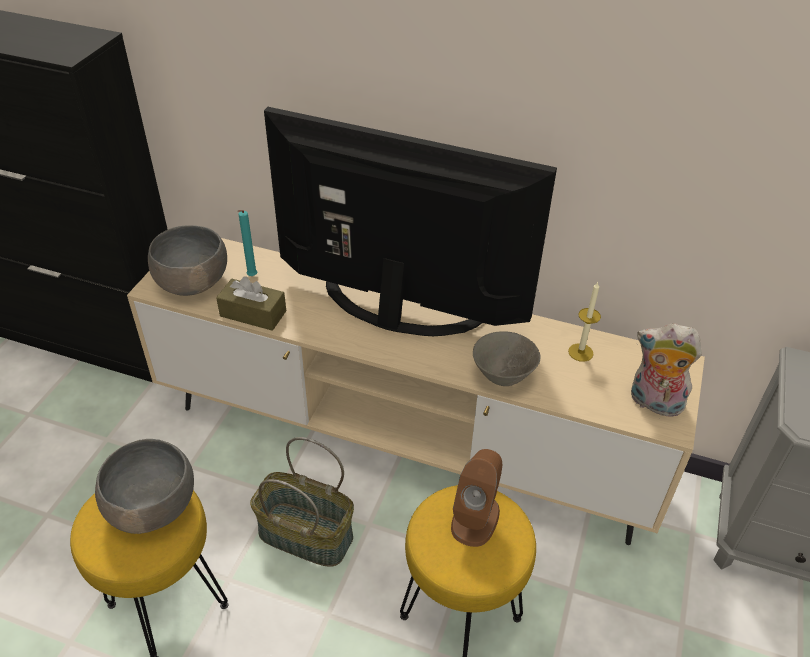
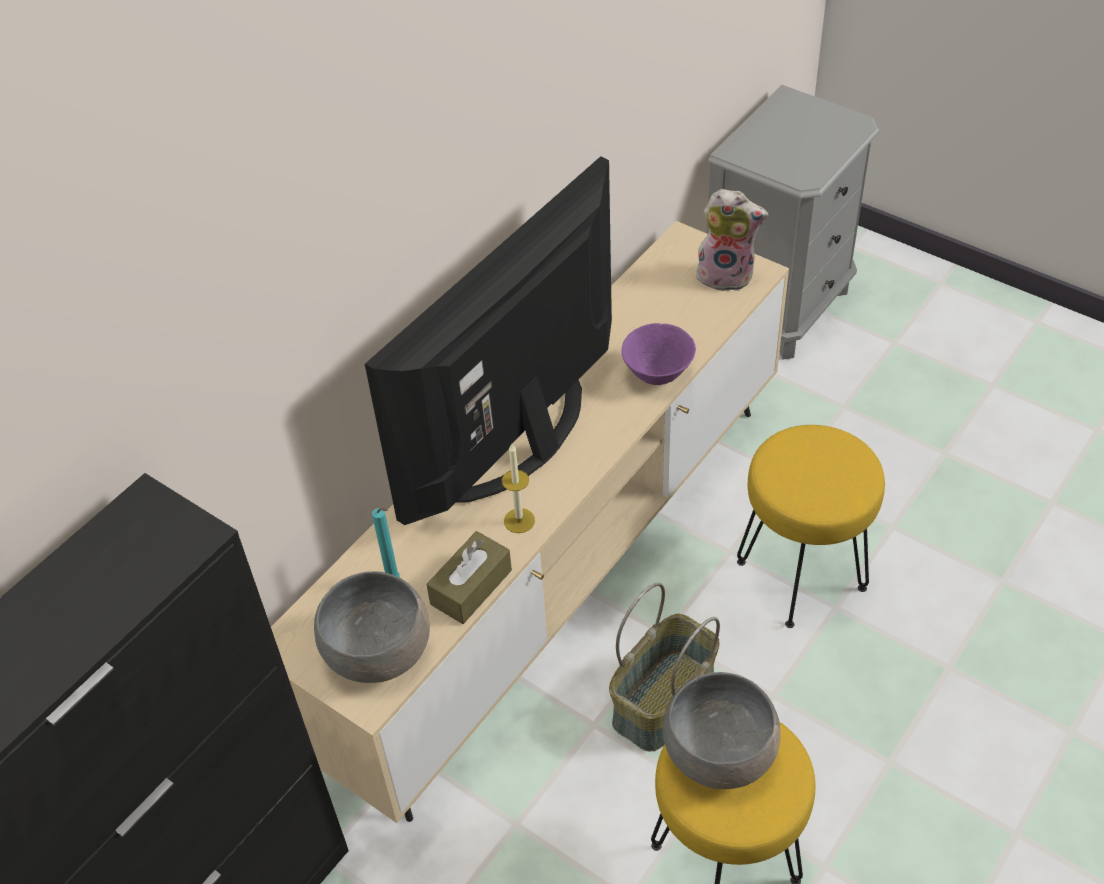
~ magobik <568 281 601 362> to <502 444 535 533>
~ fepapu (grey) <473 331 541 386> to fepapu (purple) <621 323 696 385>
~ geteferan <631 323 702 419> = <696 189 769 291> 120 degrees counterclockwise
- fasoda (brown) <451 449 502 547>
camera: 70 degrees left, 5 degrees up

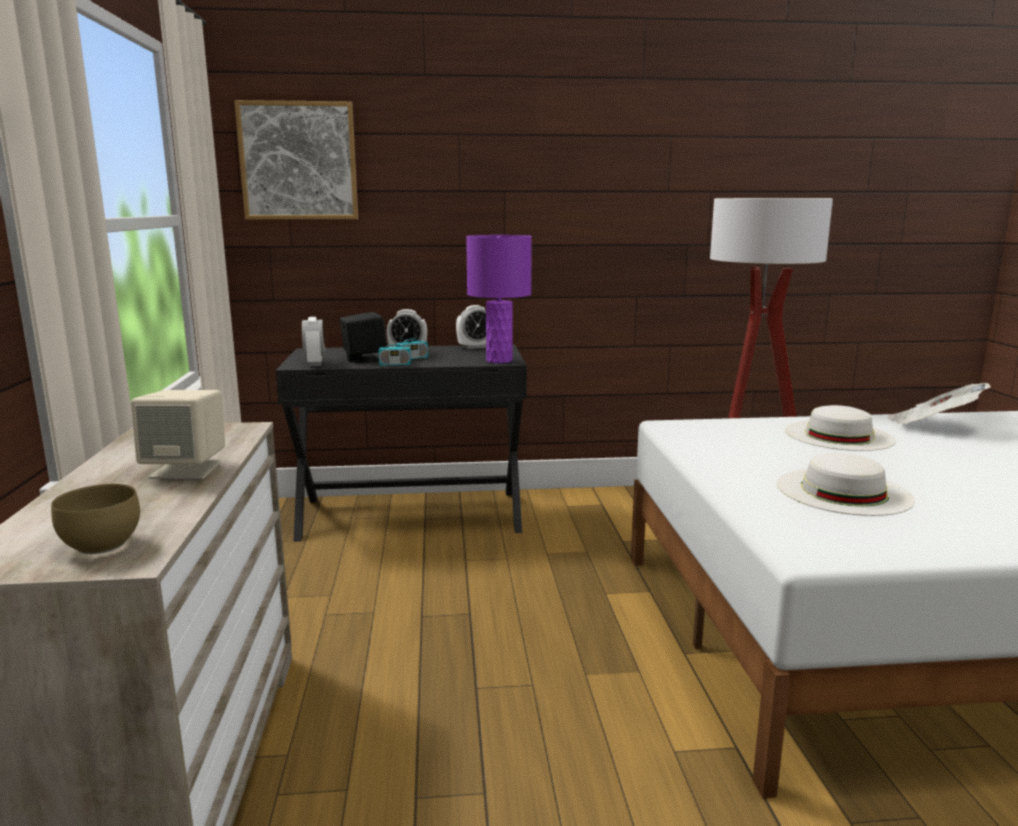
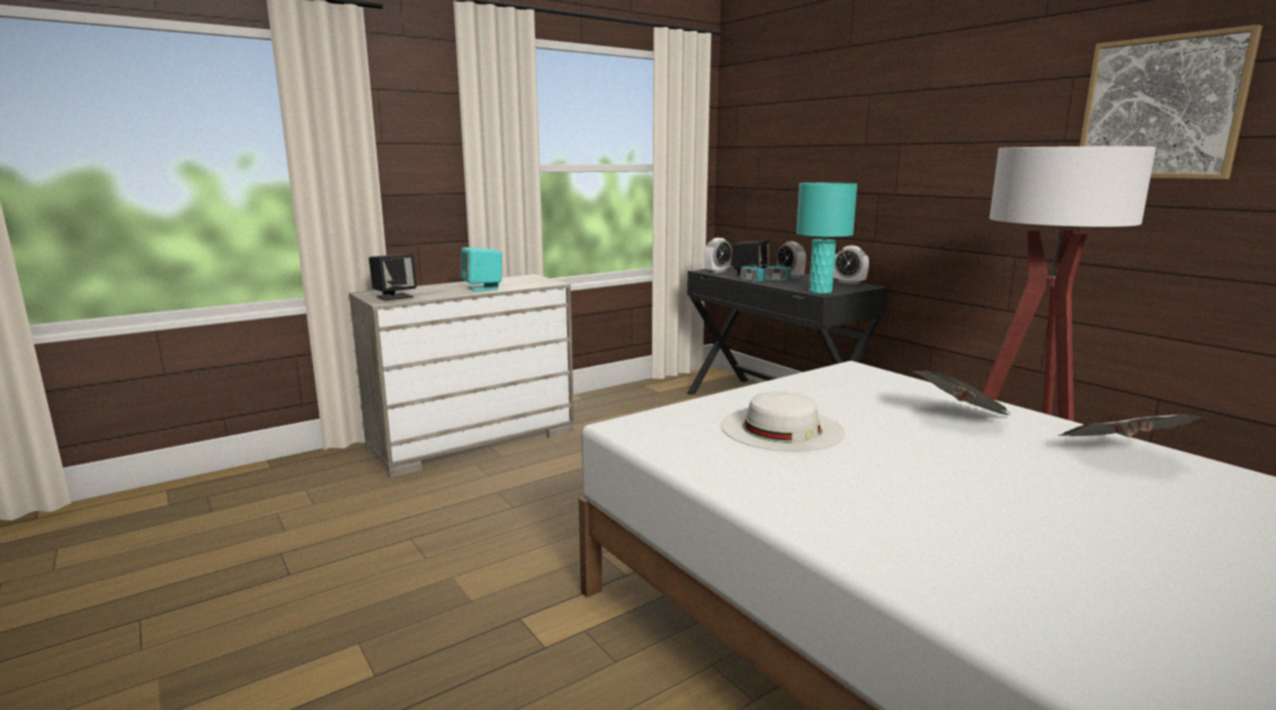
~ fepapu (brown) <51 484 140 554> to fasoda (black) <369 254 417 301>
~ fasoda (beige) <131 390 225 479> to fasoda (turquoise) <460 247 502 292>
~ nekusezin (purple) <466 235 532 363> to nekusezin (turquoise) <796 183 857 294>
~ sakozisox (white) <785 405 896 451> to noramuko <912 371 1010 415>
~ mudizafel <234 100 358 219> to <1080 25 1262 179>
camera: 60 degrees right, 0 degrees up

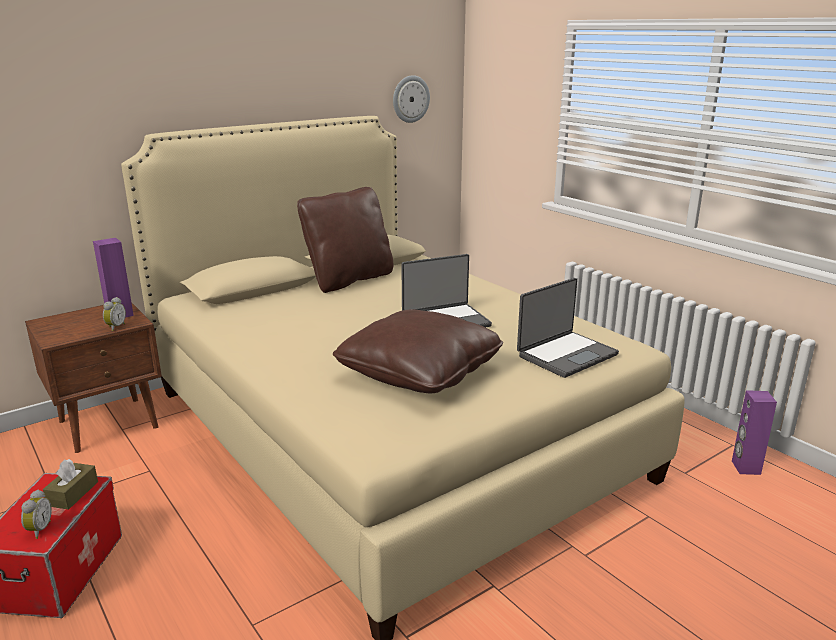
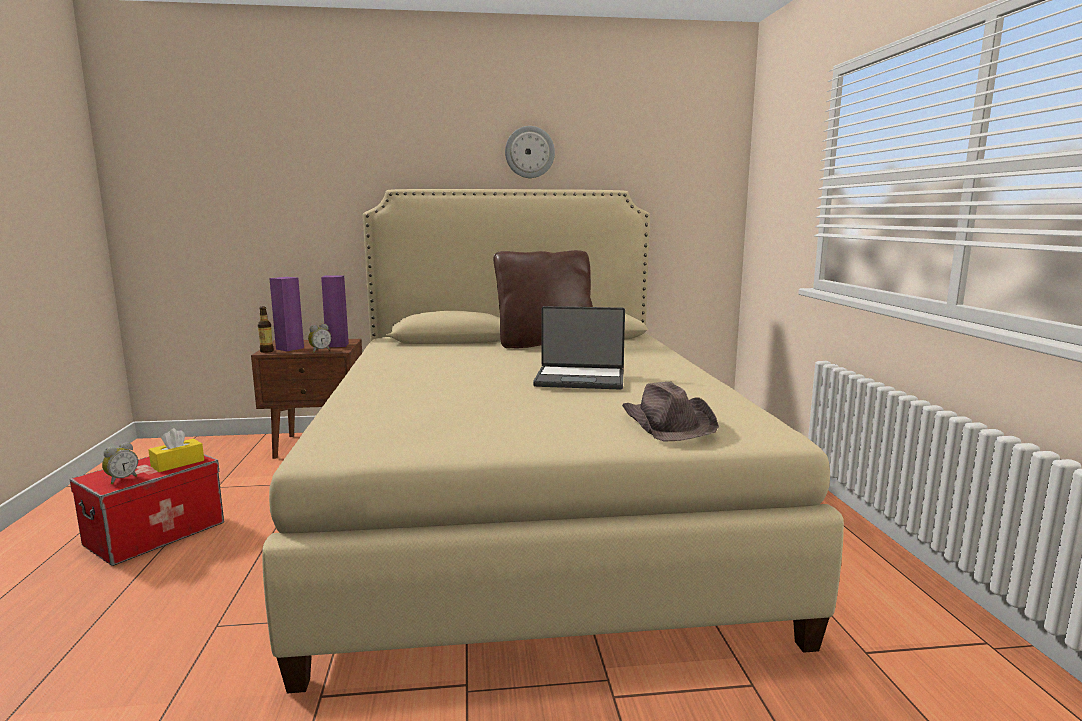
~ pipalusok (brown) <43 459 98 510> to pipalusok (yellow) <148 428 204 472>
+ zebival <258 306 274 353>
~ fasoda (purple) <732 390 777 475> to <269 277 304 351>
~ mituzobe <393 75 430 123> to <505 126 555 178>
~ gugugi <517 278 619 378> to sakozisox (brown) <622 382 719 442>
- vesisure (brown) <333 309 503 393>
camera: 30 degrees right, 10 degrees down

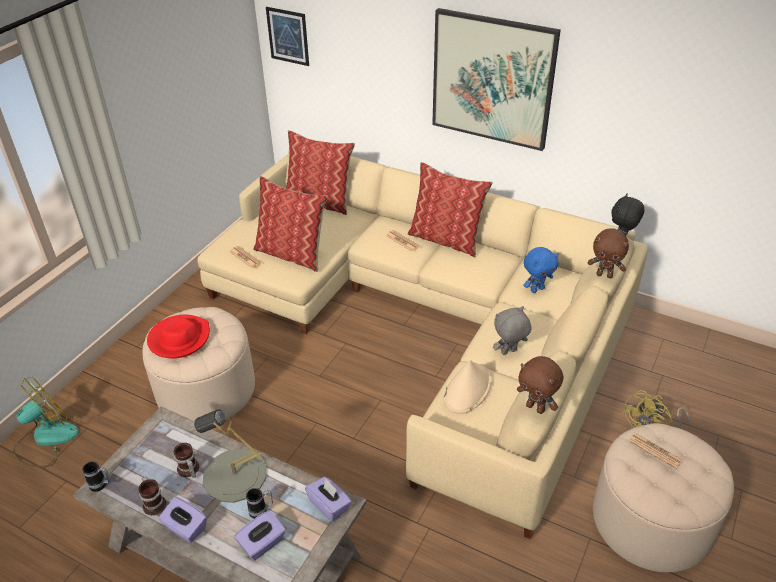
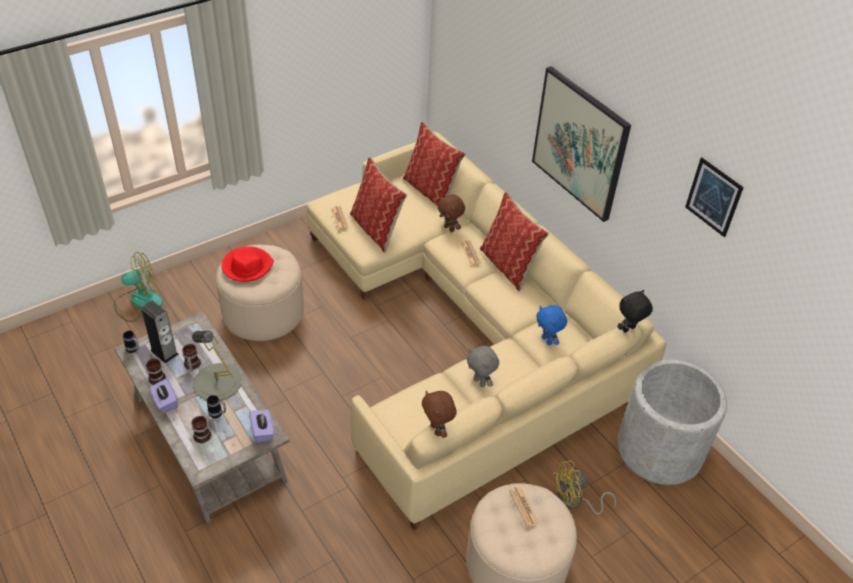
+ fasoda <141 301 179 363>
~ pipalusok (purple) <234 510 286 561> to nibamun <192 416 215 443>
~ geteferan (brown) <588 228 629 278> to <437 194 465 232>
~ geteferan (grey) <493 306 531 355> = <467 346 499 387> 135 degrees counterclockwise
~ geteferan (blue) <523 247 559 293> = <536 305 567 345> 60 degrees clockwise
+ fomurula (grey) <618 360 727 485>
~ mudizafel <266 7 309 66> to <685 157 744 237>
- sakozisox (beige) <444 360 491 414>
camera: 25 degrees right, 5 degrees up

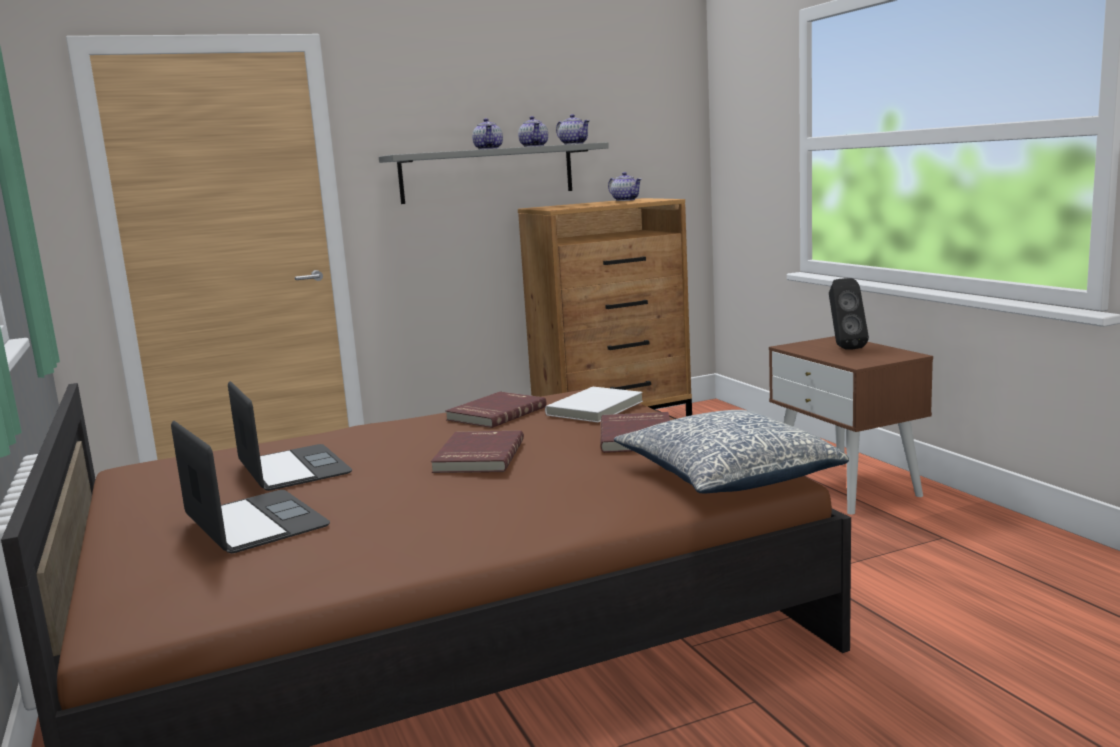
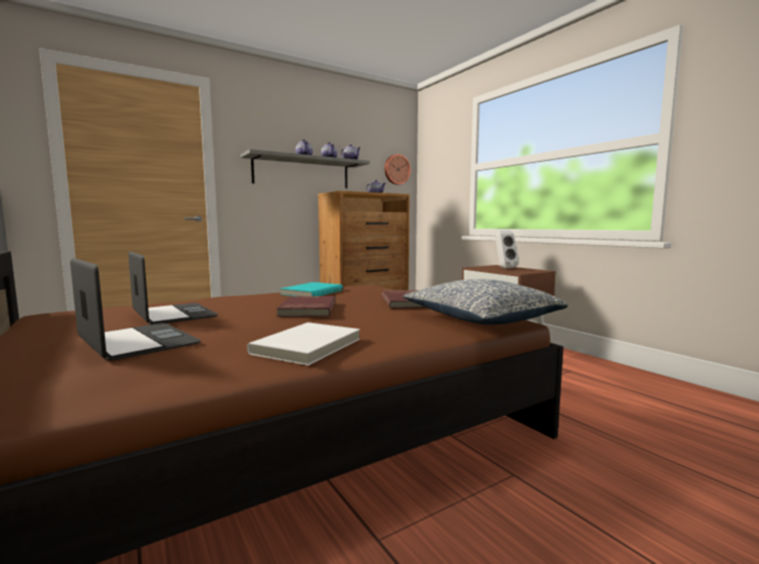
~ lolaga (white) <545 387 643 423> to <247 322 360 366>
~ lolaga (red) <445 392 547 428> to lolaga (turquoise) <280 282 343 296>
+ mituzobe <385 154 411 185>
~ fasoda (black) <829 278 869 350> to fasoda (white) <495 230 519 269>
camera: 10 degrees left, 5 degrees down

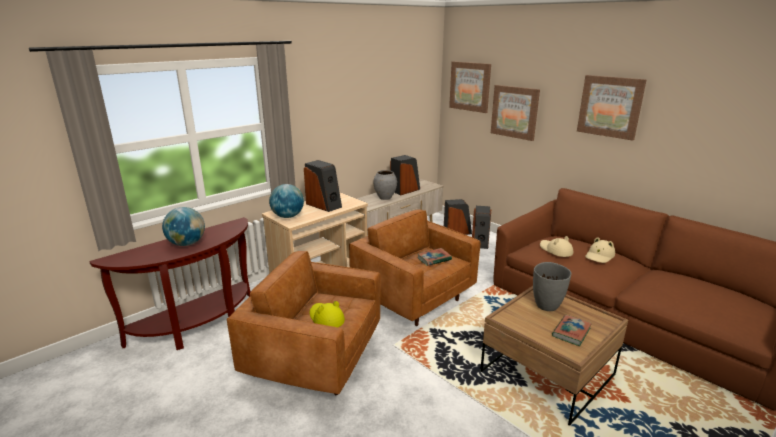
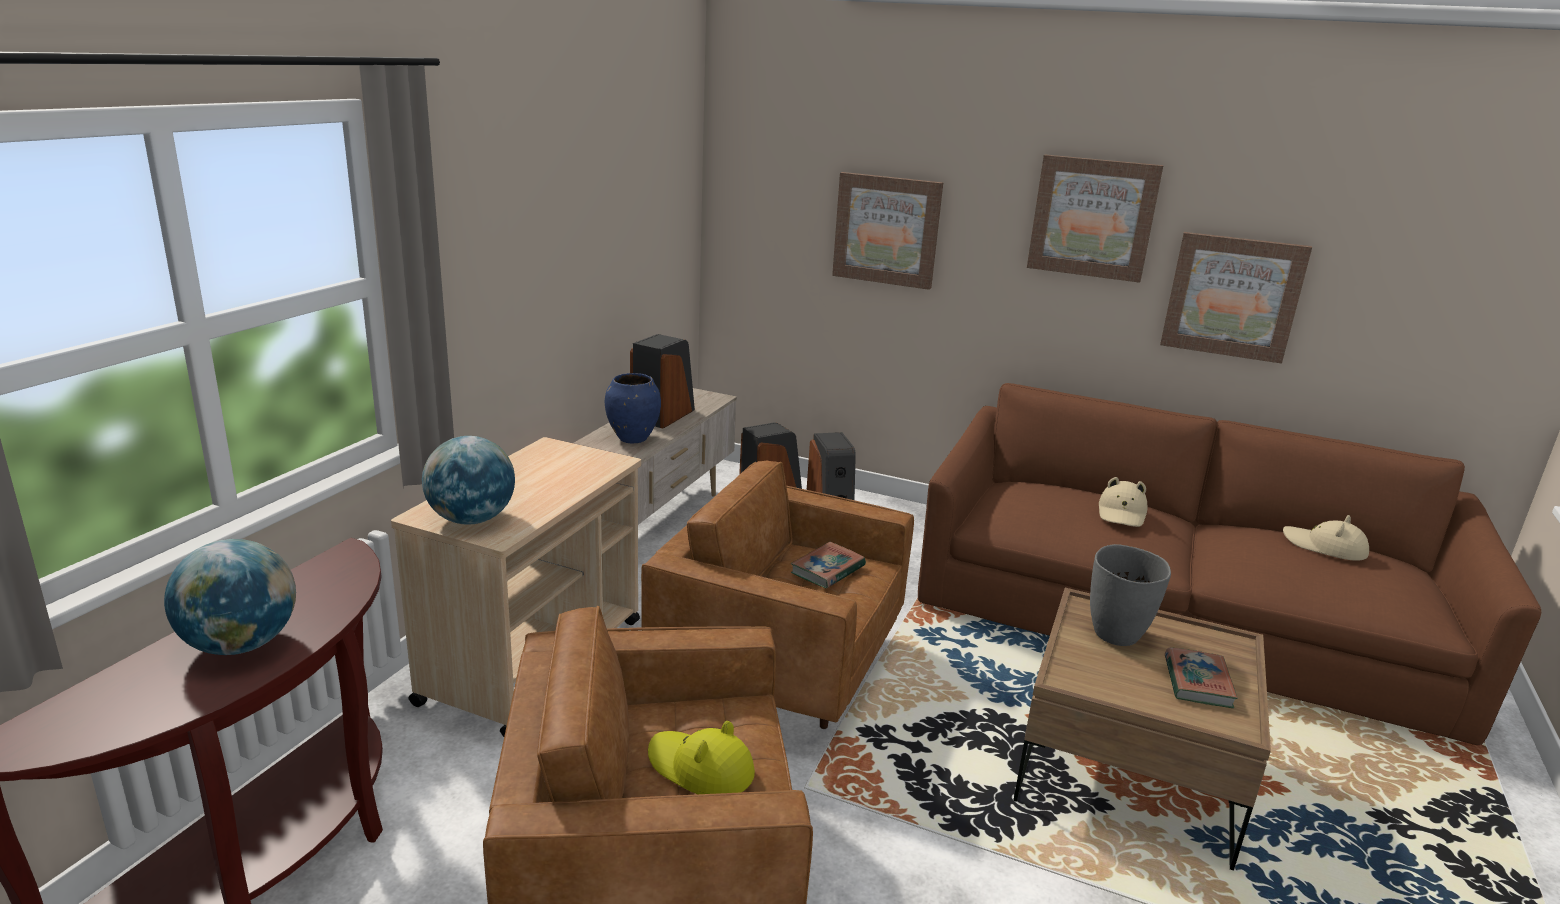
~ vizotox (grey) <373 170 397 200> to vizotox (blue) <605 373 661 443>
~ mudizafel <449 61 491 113> to <1160 232 1312 364>
~ sakozisox (beige) <540 236 573 257> to <1283 515 1369 561>
- fasoda <304 160 342 212>
camera: 25 degrees left, 0 degrees up

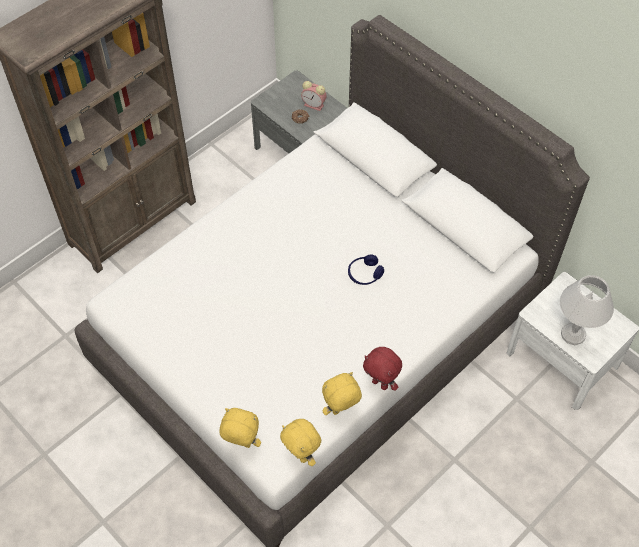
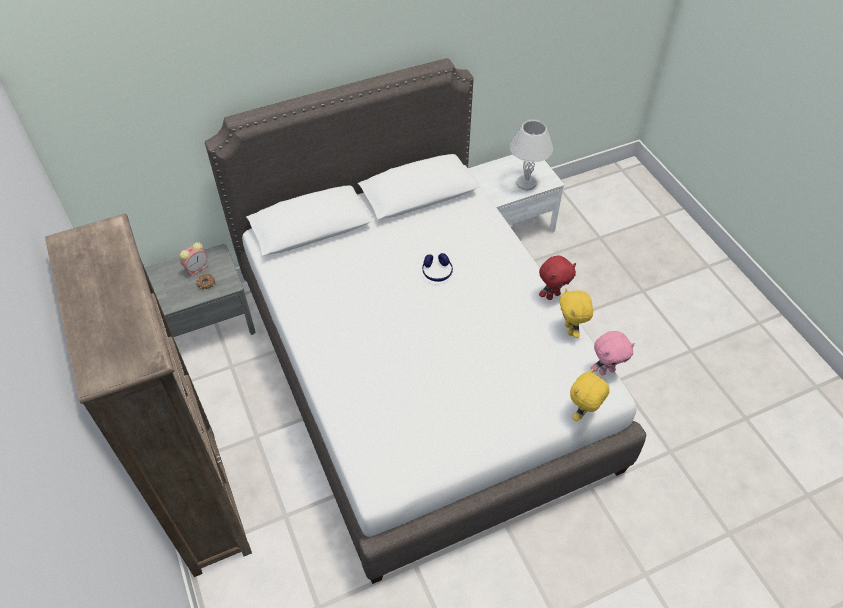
~ geteferan (yellow) <280 419 321 466> to geteferan (pink) <591 331 635 375>
camera: 70 degrees left, 5 degrees down

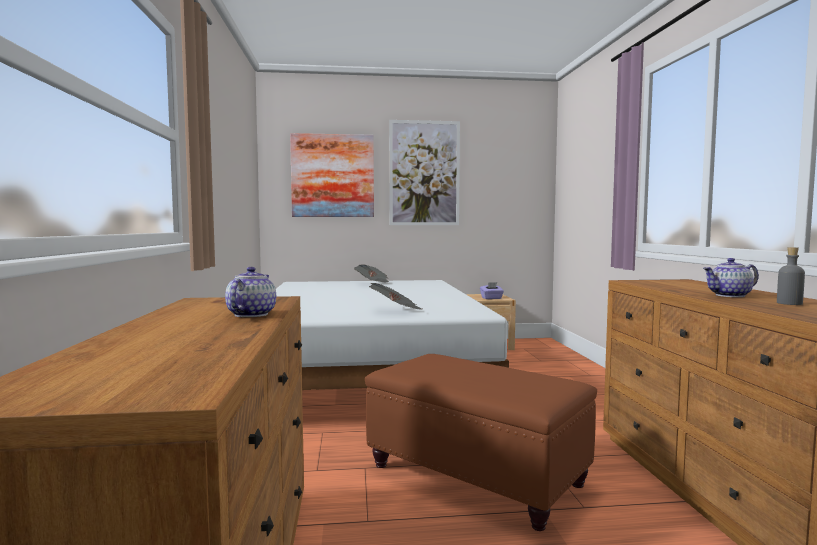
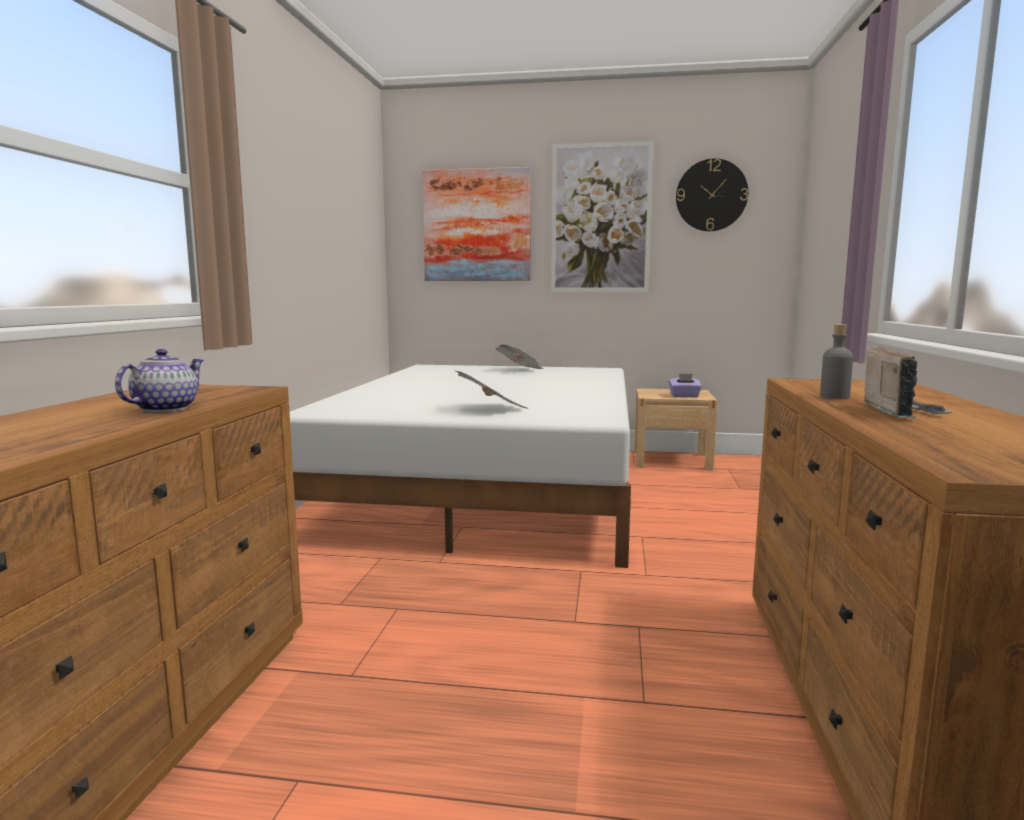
+ mituzobe <676 158 748 231>
~ zebival (grey) <777 247 805 305> to <820 324 853 399>
~ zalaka <703 258 759 297> to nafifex <864 347 952 417>
- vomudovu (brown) <365 354 597 531>
camera: 15 degrees right, 5 degrees up

